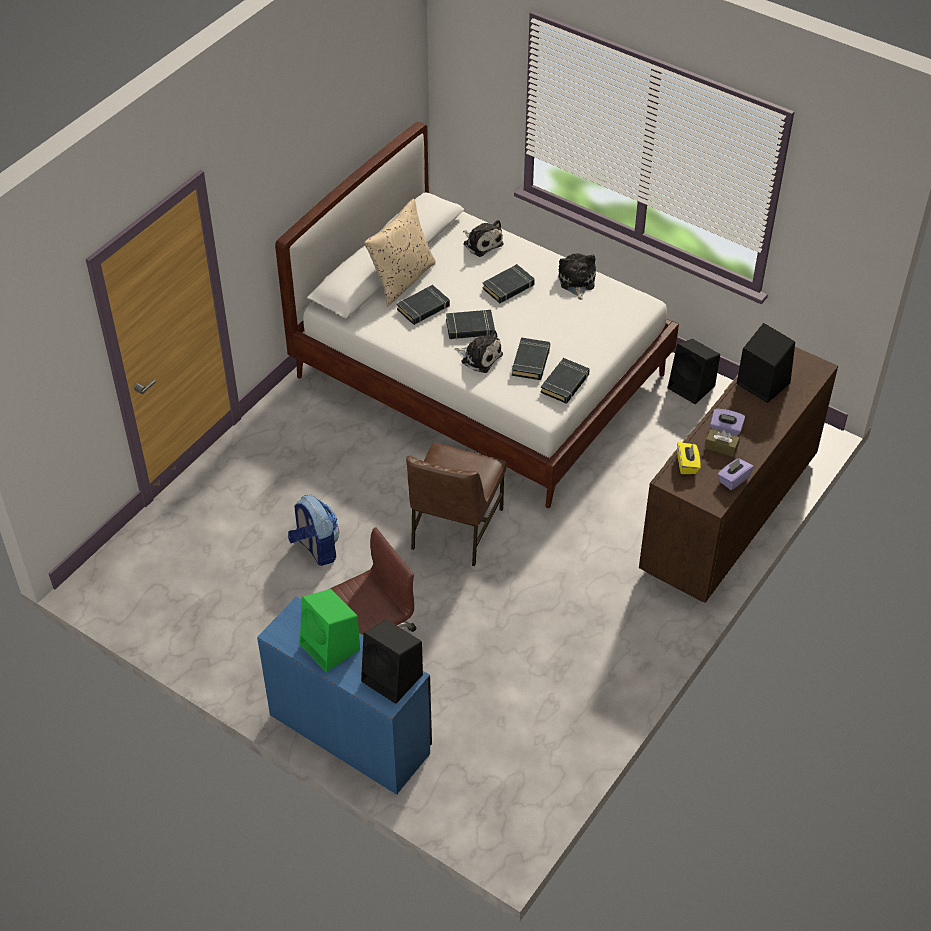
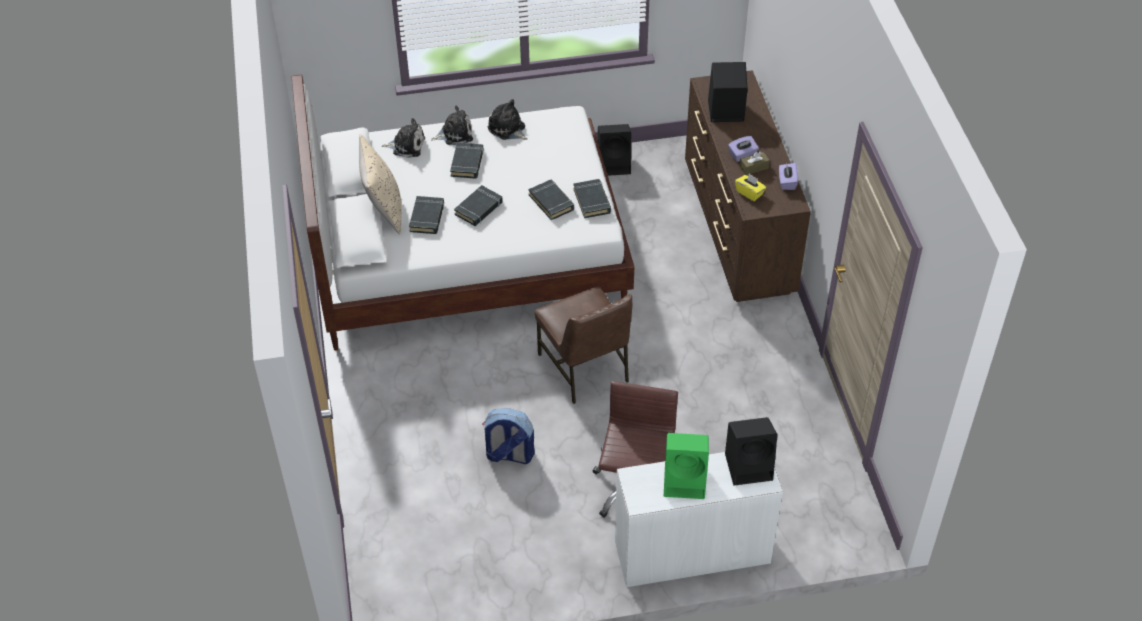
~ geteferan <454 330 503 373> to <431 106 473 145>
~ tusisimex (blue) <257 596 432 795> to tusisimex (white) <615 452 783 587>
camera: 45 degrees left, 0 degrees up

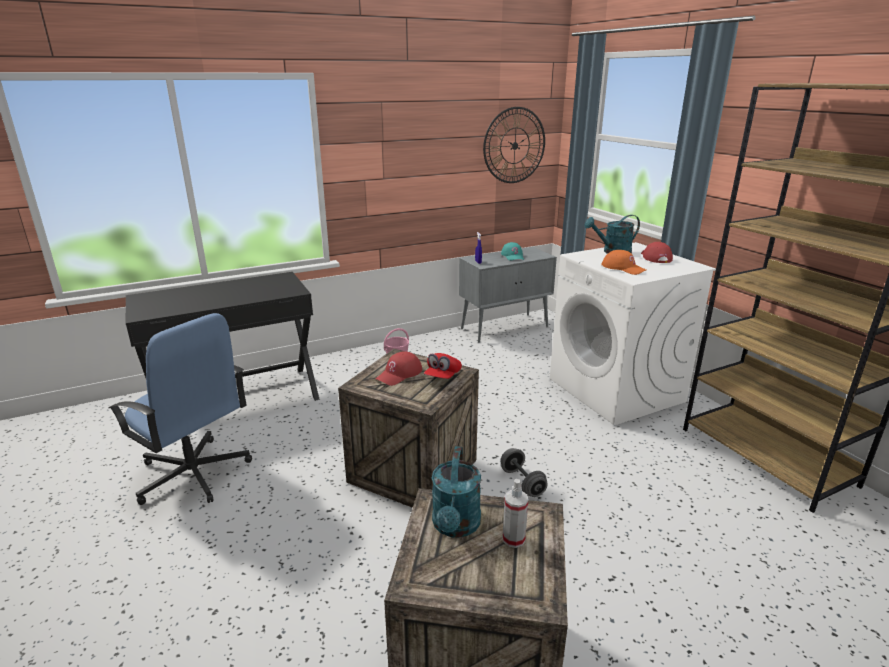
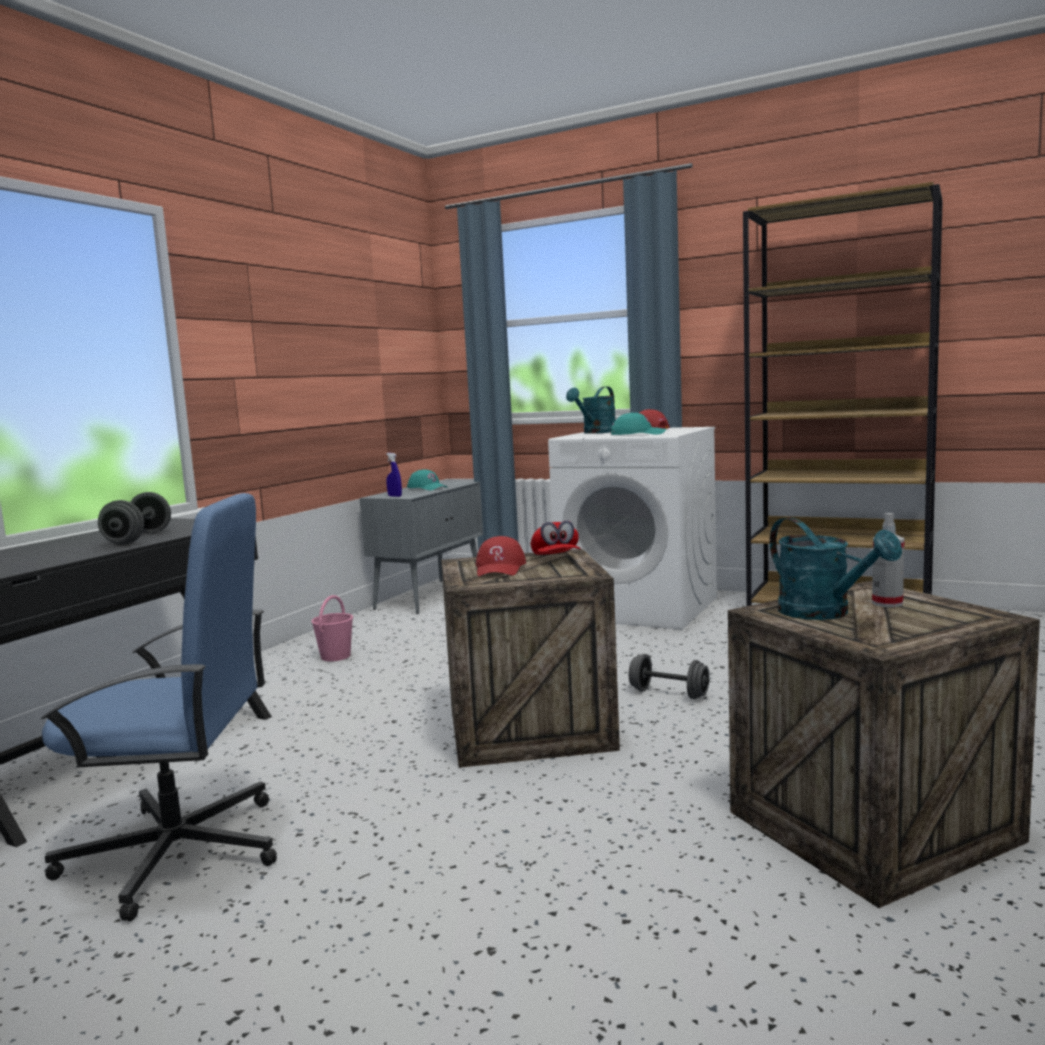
+ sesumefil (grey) <98 492 171 545>
~ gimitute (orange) <601 250 646 275> to gimitute (turquoise) <611 412 666 435>
- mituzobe <483 107 545 183>
camera: 35 degrees left, 15 degrees down

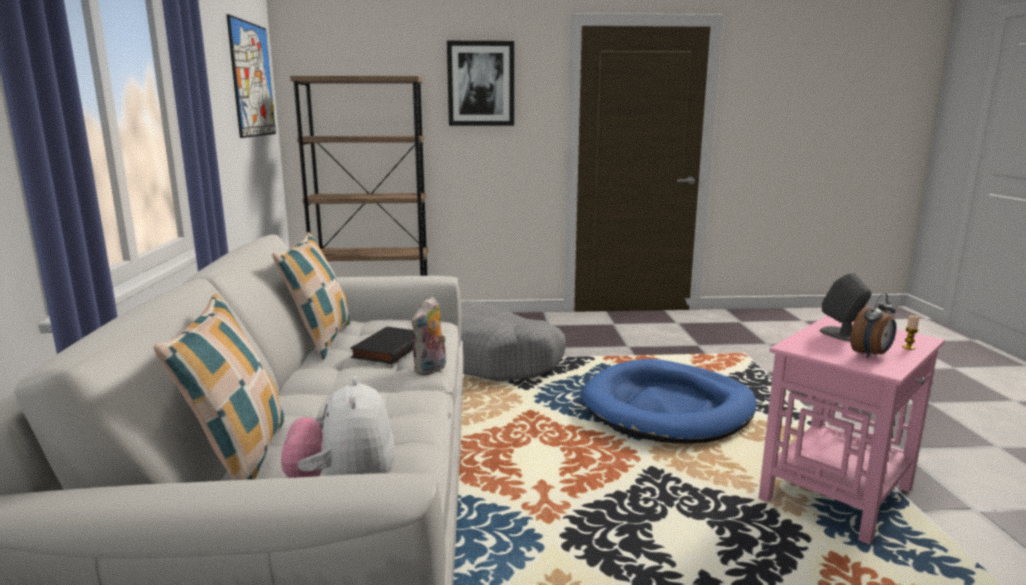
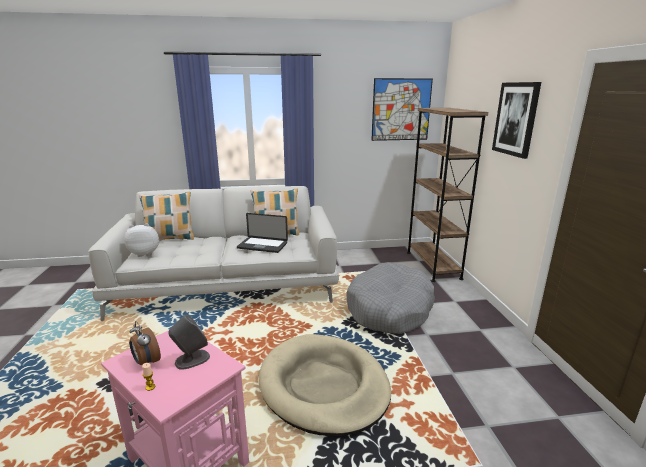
~ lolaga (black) <350 327 414 364> to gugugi <237 213 288 253>
~ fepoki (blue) <581 359 756 444> to fepoki (beige) <258 334 391 436>
- geteferan <412 296 446 375>
camera: 85 degrees right, 5 degrees up

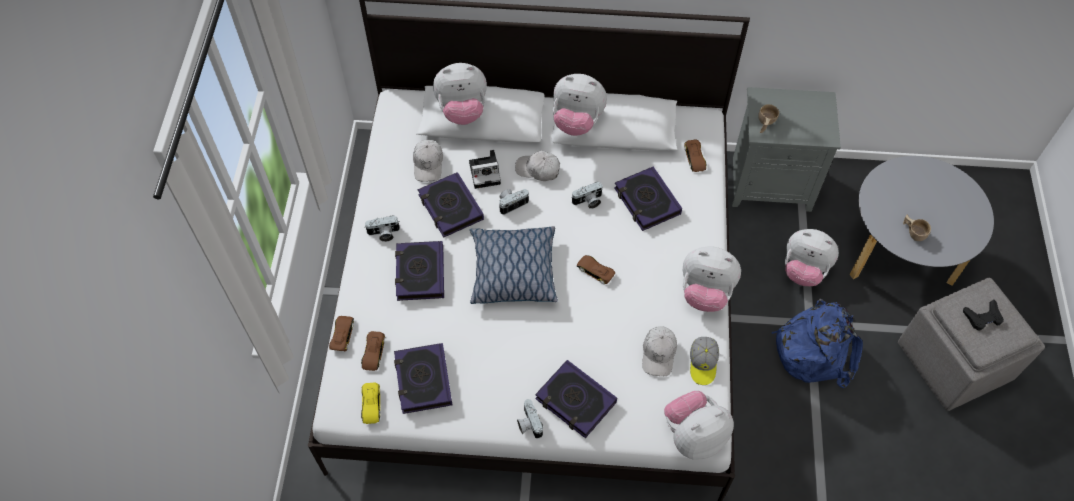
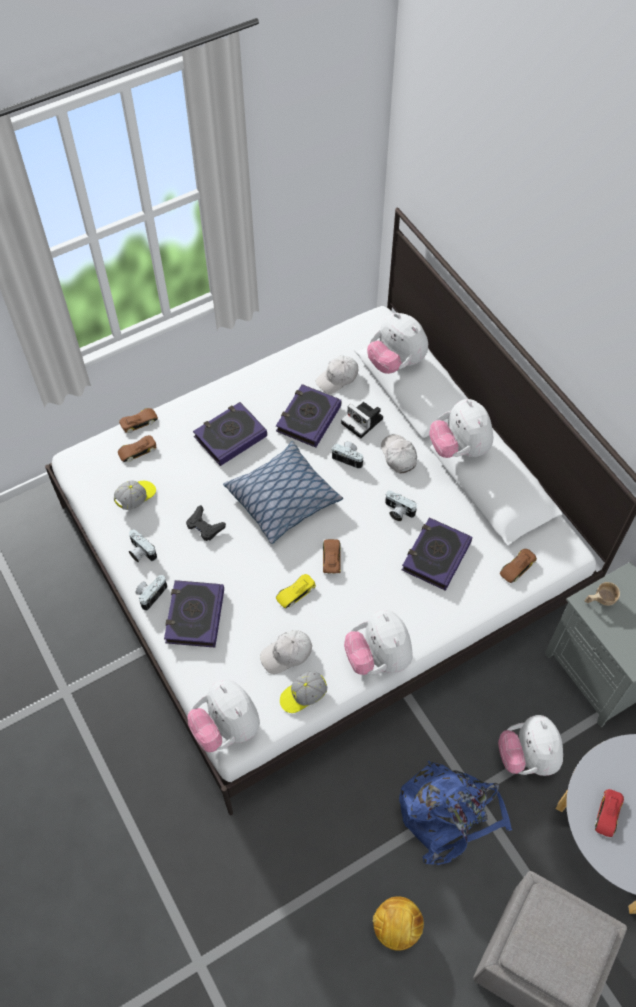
~ lolaga <394 343 452 414> to gimitute <114 480 156 510>
~ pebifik <365 216 400 242> to <129 529 157 562>
~ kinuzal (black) <963 299 1004 330> to <186 505 226 541>
~ geteferan <664 391 734 460> = <187 679 260 752> 150 degrees counterclockwise
~ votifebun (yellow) <361 382 380 424> to <276 574 316 608>
+ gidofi <373 896 424 951>
~ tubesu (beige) <903 215 931 241> to votifebun (red) <595 789 624 837>
camera: 55 degrees right, 0 degrees up

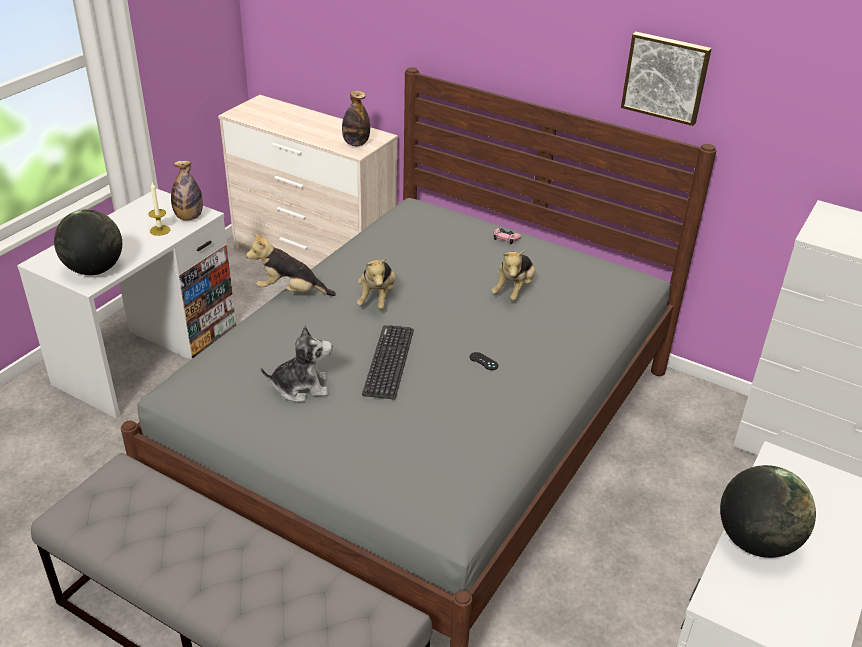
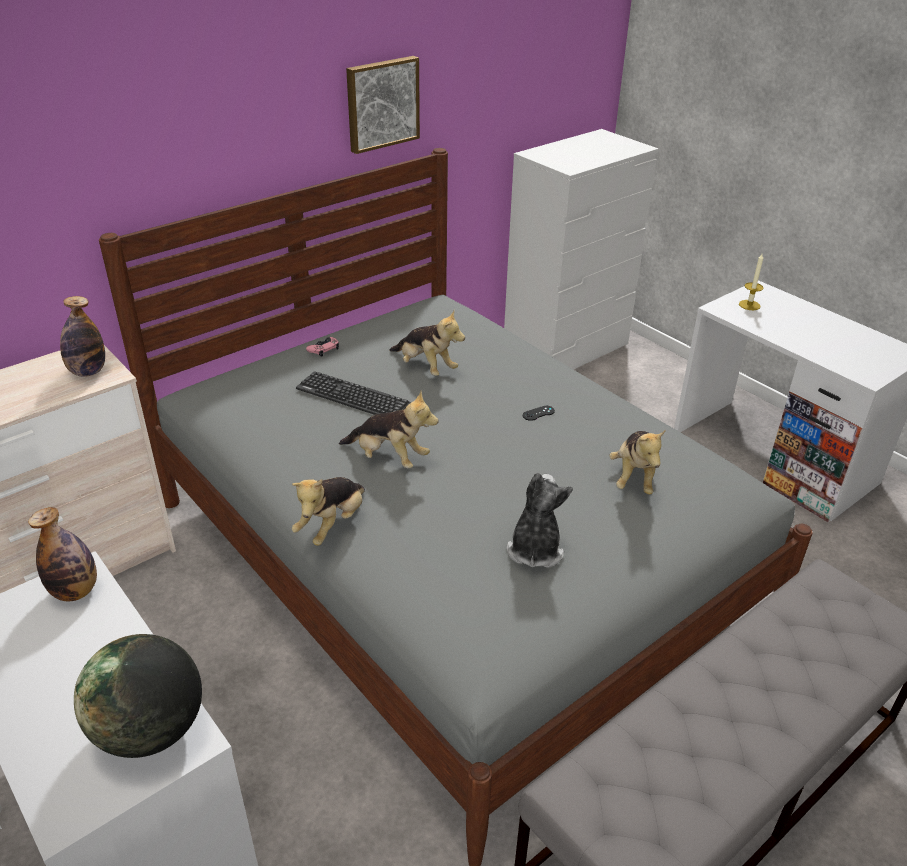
~ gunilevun <362 325 414 400> to <296 371 411 415>
+ geteferan <609 429 666 494>
~ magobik <148 183 170 236> to <739 254 763 310>
- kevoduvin <720 465 816 558>
camera: 70 degrees left, 0 degrees up

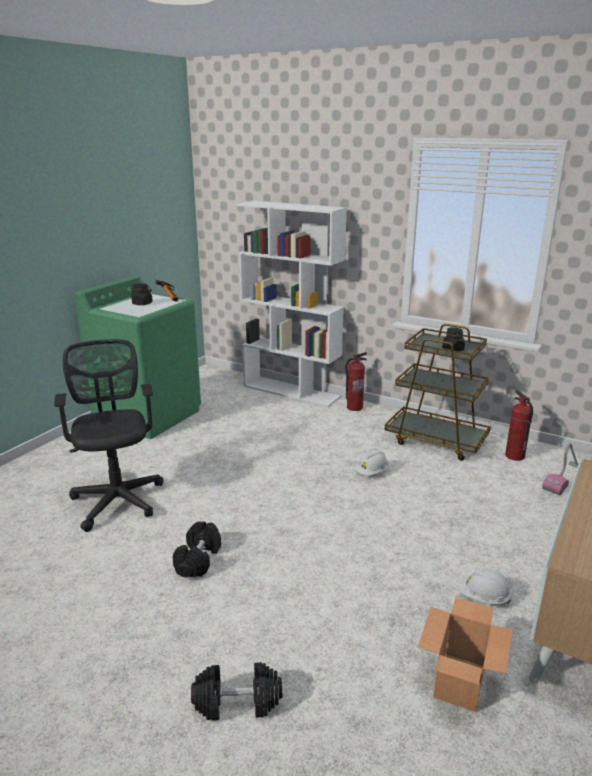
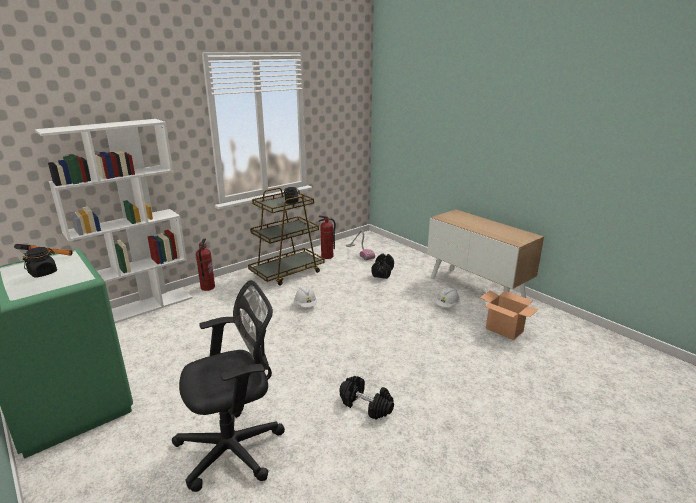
~ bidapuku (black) <54 339 163 532> = <172 280 285 492> 150 degrees clockwise
~ sesumefil (black) <191 662 282 721> to <371 253 394 279>
camera: 70 degrees left, 0 degrees up

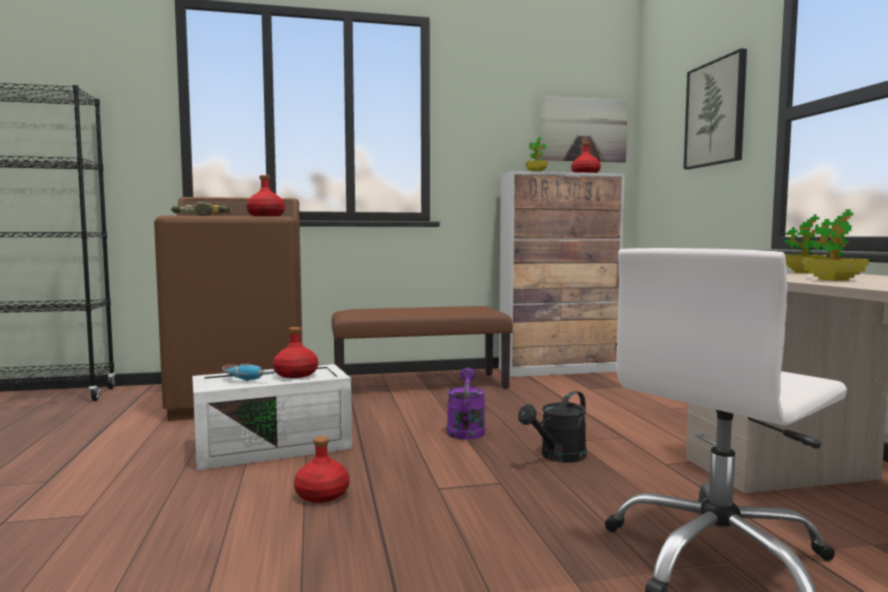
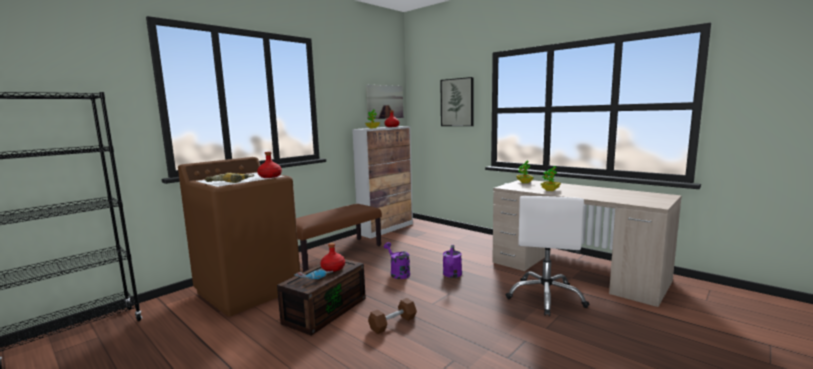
~ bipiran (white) <192 364 352 471> to bipiran (brown) <277 259 366 335>
~ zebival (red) <294 436 349 503> to sesumefil (brown) <368 298 417 334>
~ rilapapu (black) <518 391 587 463> to rilapapu (purple) <443 245 462 278>
camera: 35 degrees left, 5 degrees up

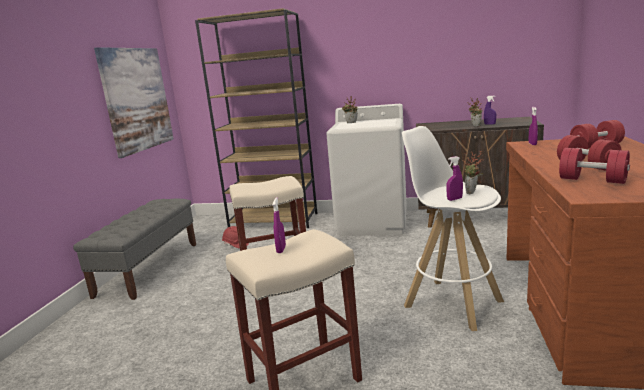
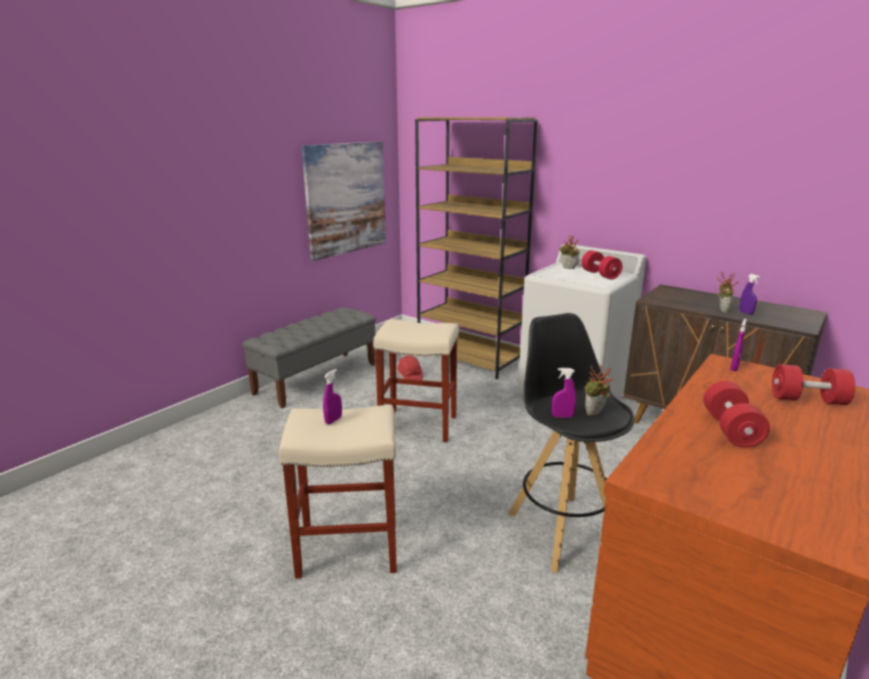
~ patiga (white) <402 126 504 331> to patiga (black) <508 313 634 573>
~ sesumefil (red) <559 148 630 184> to <581 250 622 279>
camera: 25 degrees right, 5 degrees up

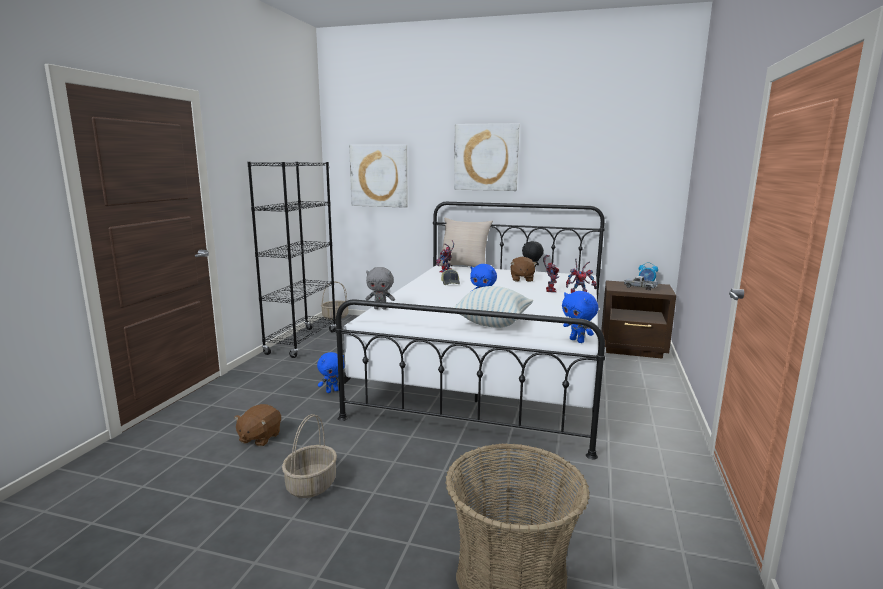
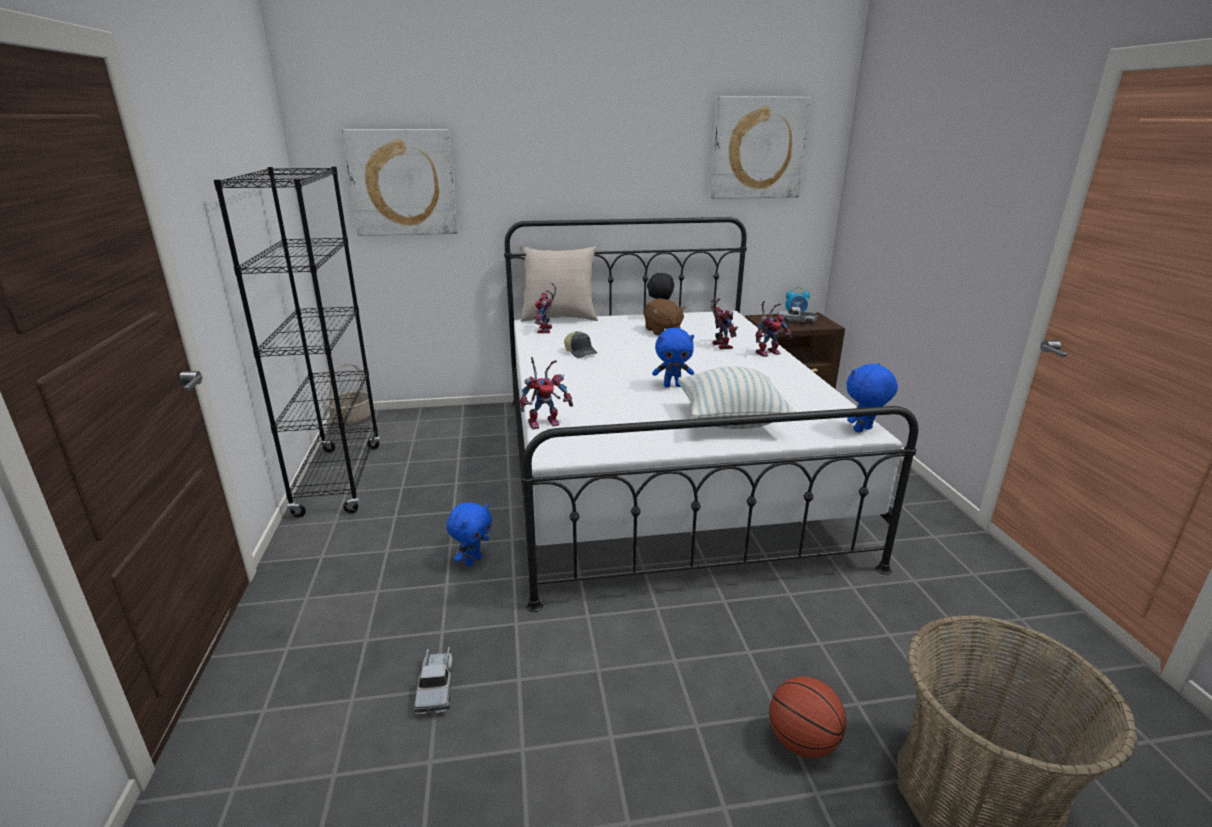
~ geteferan (brown) <234 404 281 447> to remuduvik <414 647 453 715>
~ geteferan (grey) <365 267 395 309> to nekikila <520 357 573 430>
~ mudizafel <454 123 520 191> to <710 96 811 199>
+ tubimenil <769 676 846 758>
~ geteferan (blue) <562 291 598 343> = <846 363 898 433> 120 degrees clockwise
- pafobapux <282 414 337 498>
camera: 25 degrees left, 10 degrees up

